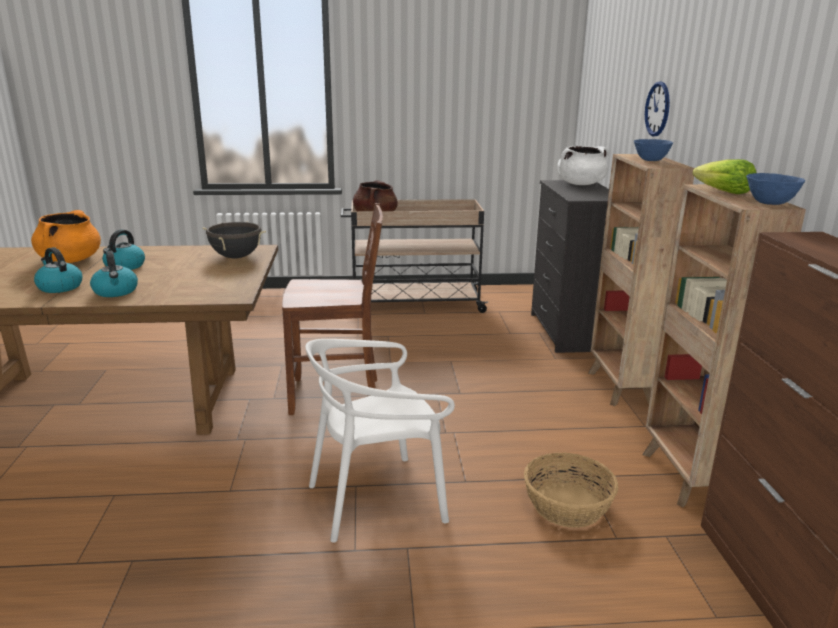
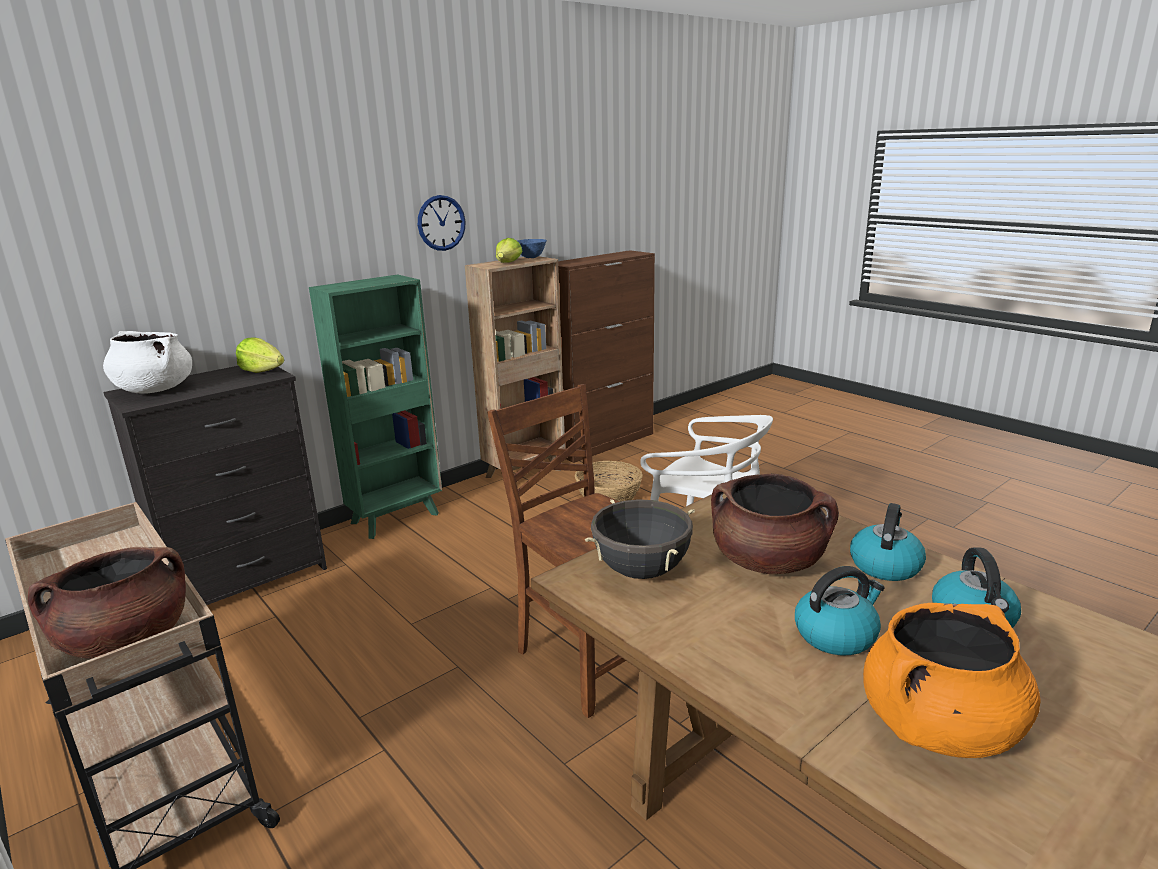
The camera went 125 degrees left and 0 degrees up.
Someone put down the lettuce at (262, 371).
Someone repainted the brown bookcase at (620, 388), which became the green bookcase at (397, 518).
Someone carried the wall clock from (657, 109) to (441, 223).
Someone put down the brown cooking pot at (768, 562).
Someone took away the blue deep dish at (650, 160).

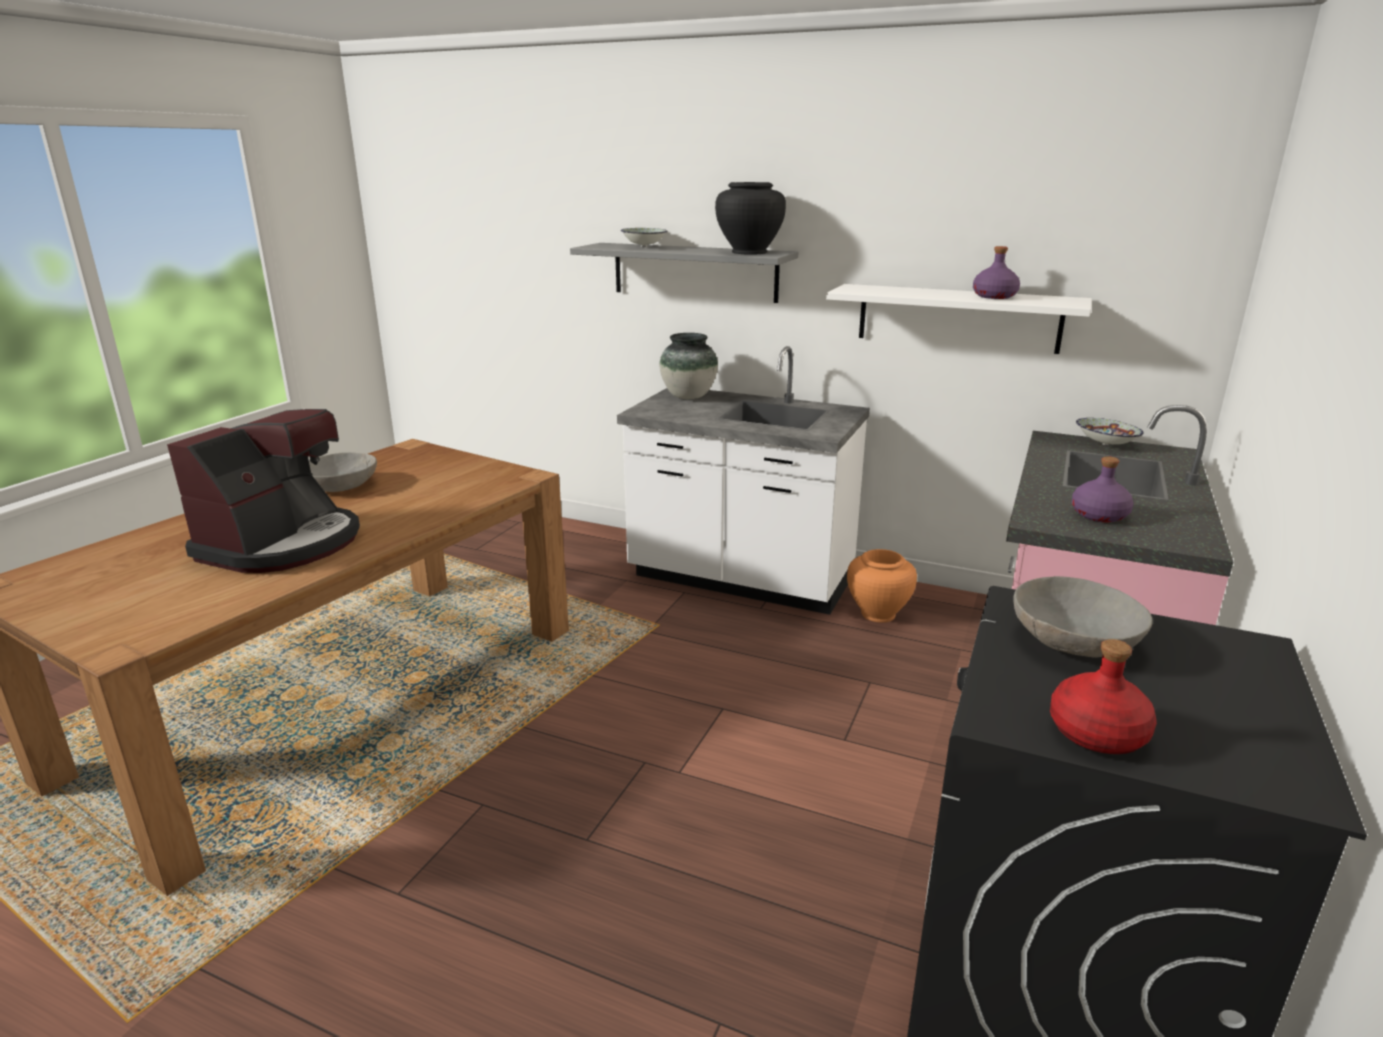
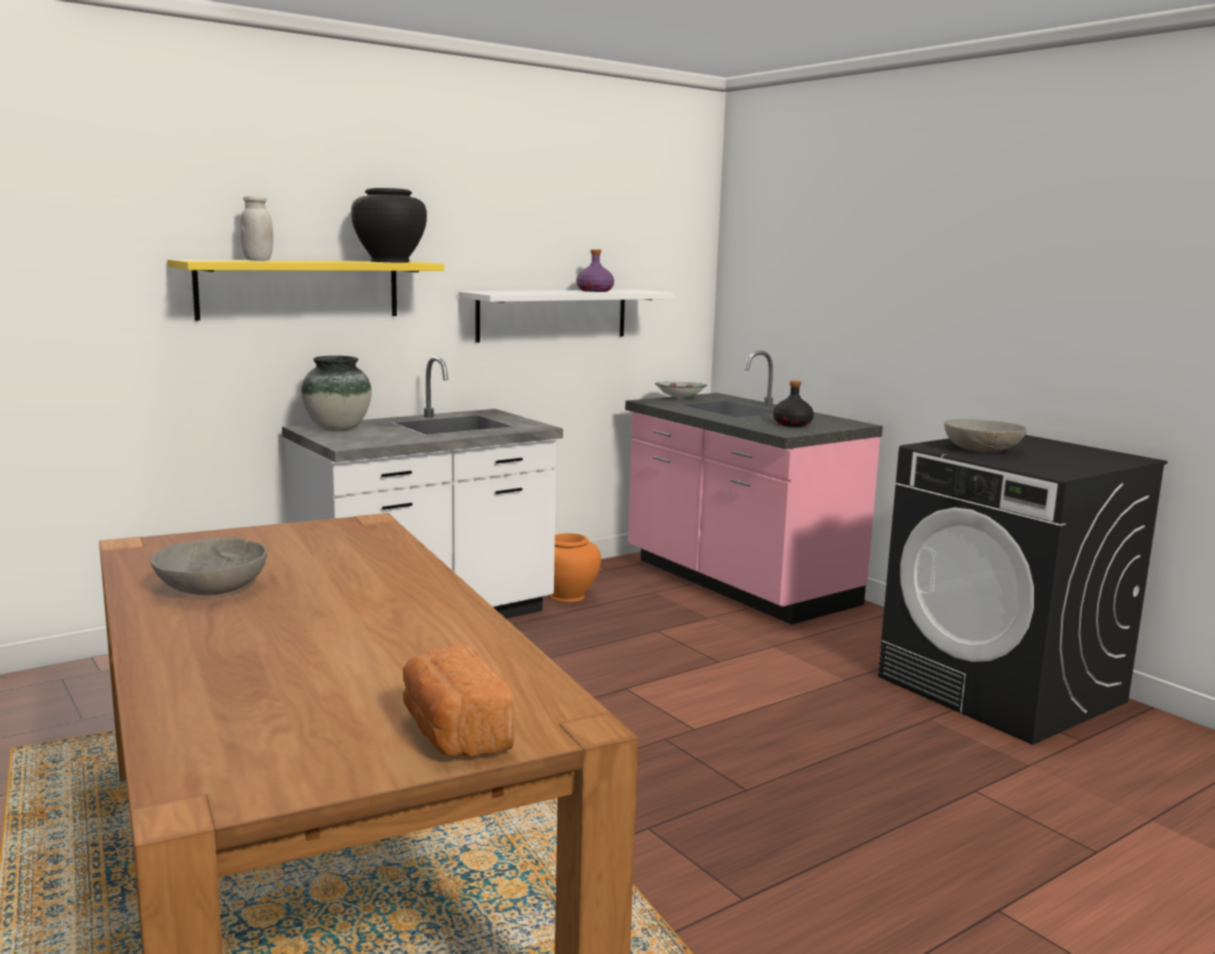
The camera went 60 degrees left and 10 degrees down.
Someone repainted the greyish shelf at (694, 272), which became the yellow-coloured shelf at (300, 289).
Someone swapped the deep dish at (643, 247) for the white-coloured jar at (258, 260).
Someone put down the bakery bread at (453, 733).
Someone repainted the purple bottle at (1098, 515), which became the black-coloured bottle at (792, 424).
Someone took away the coffee machine at (283, 544).
Someone took away the red bottle at (1098, 734).

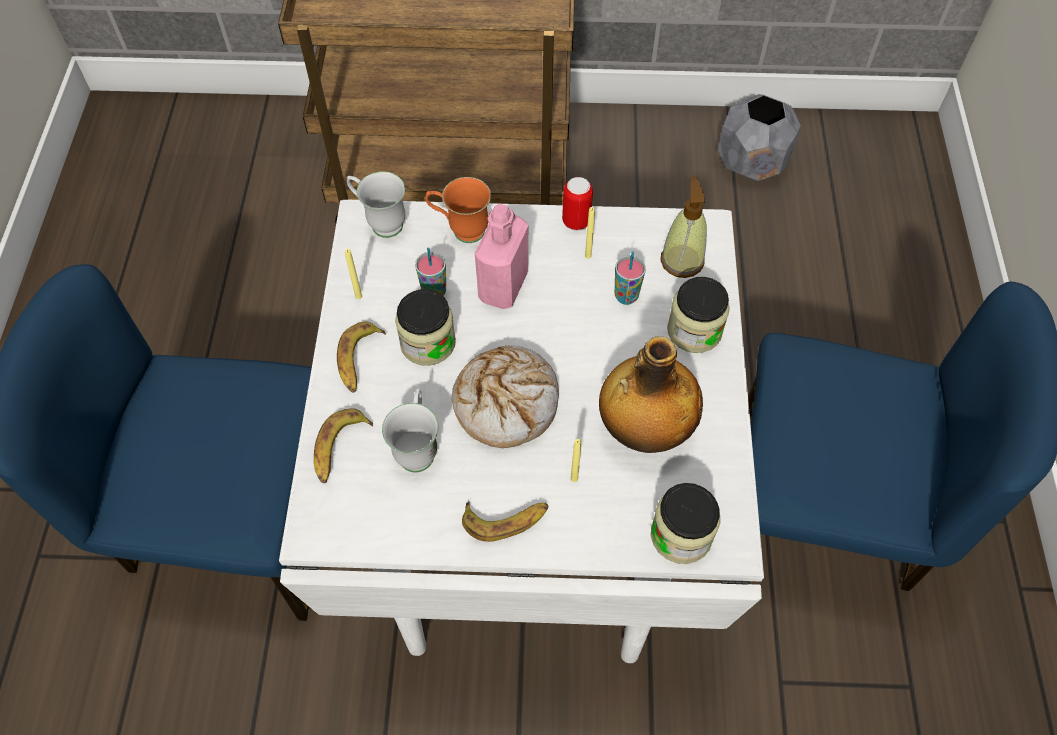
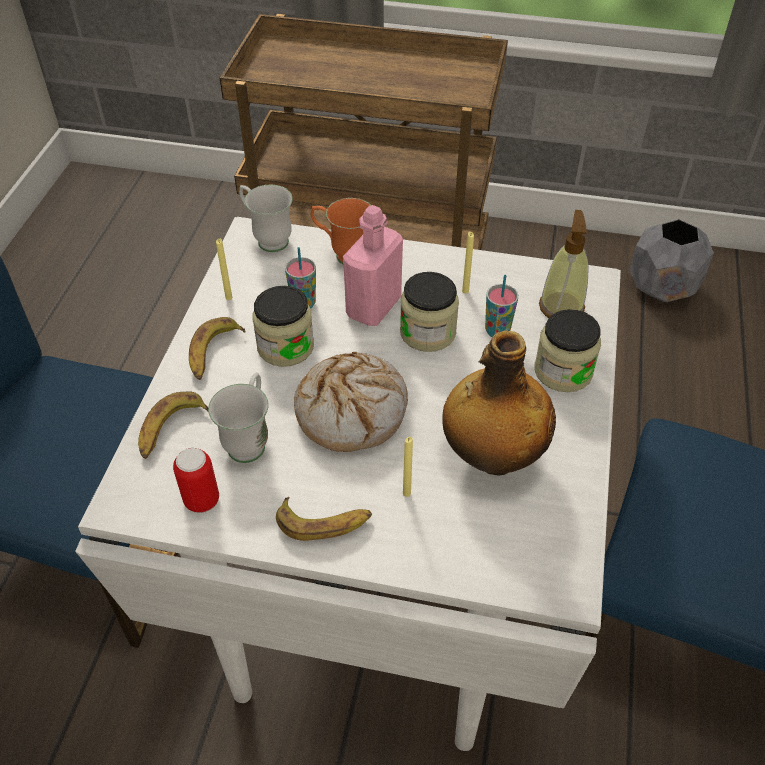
The camera went 10 degrees right and 10 degrees down.
Someone carried the sealed can from (576, 221) to (201, 500).
Someone carried the jar from (681, 535) to (428, 332).

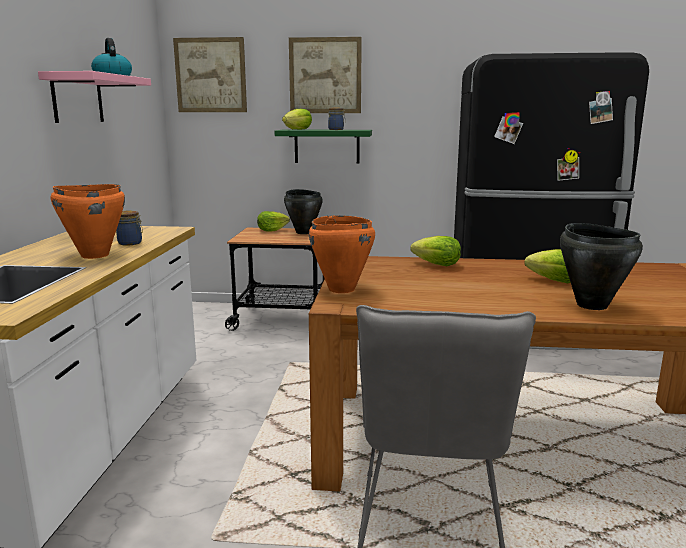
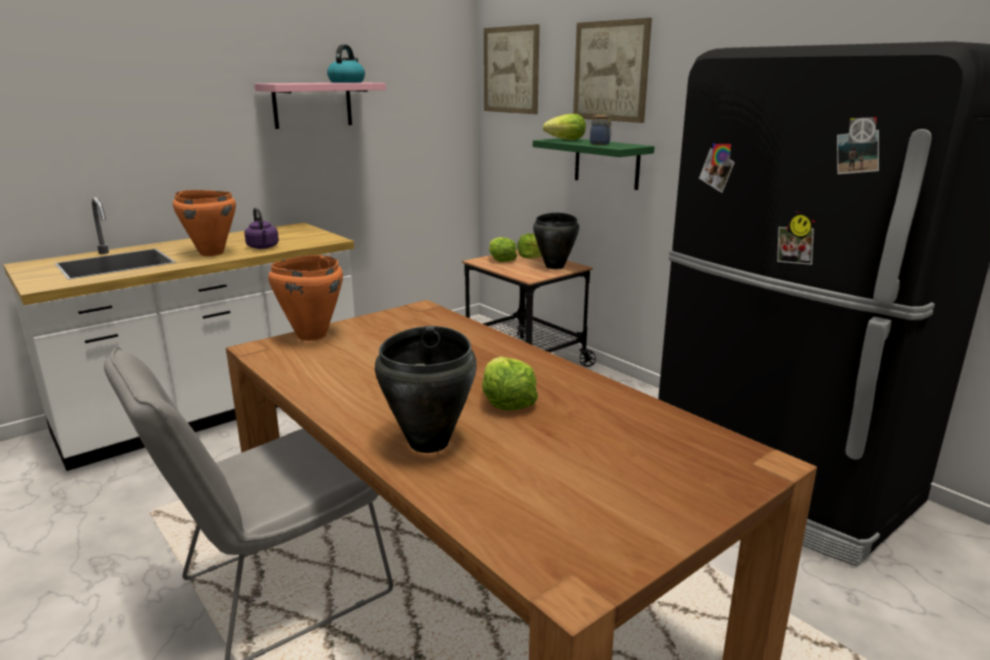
The camera went 45 degrees right and 5 degrees up.
Someone swapped the jar at (131, 243) for the purple water kettle at (263, 247).
Someone carried the lettuce from (437, 264) to (501, 260).

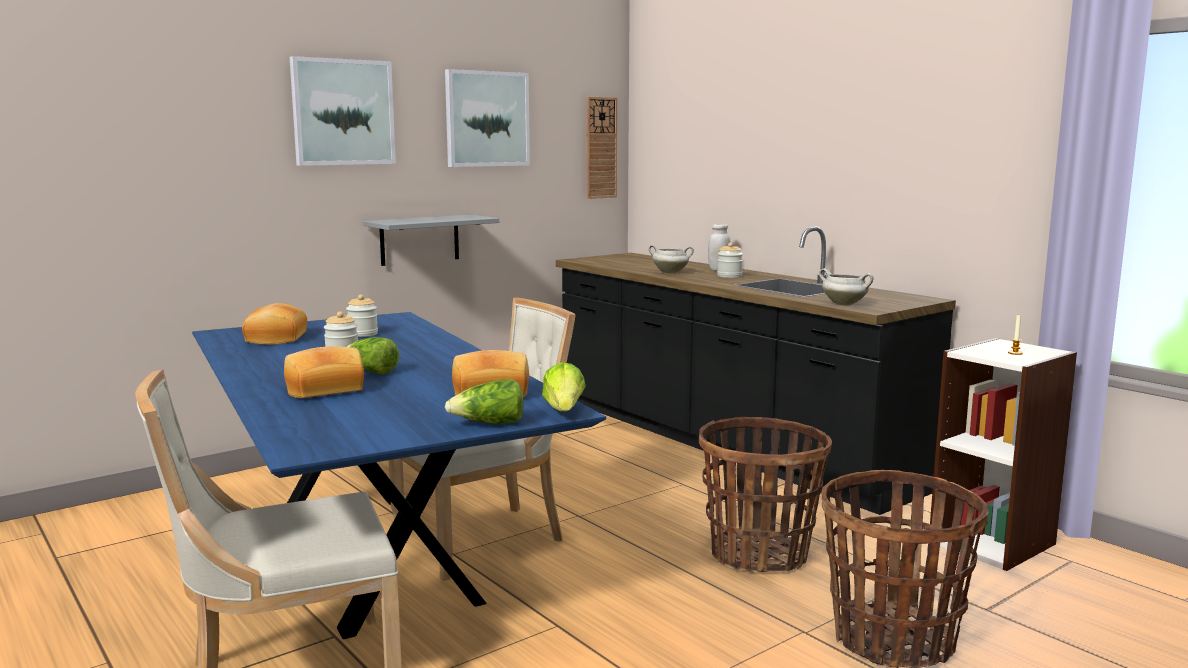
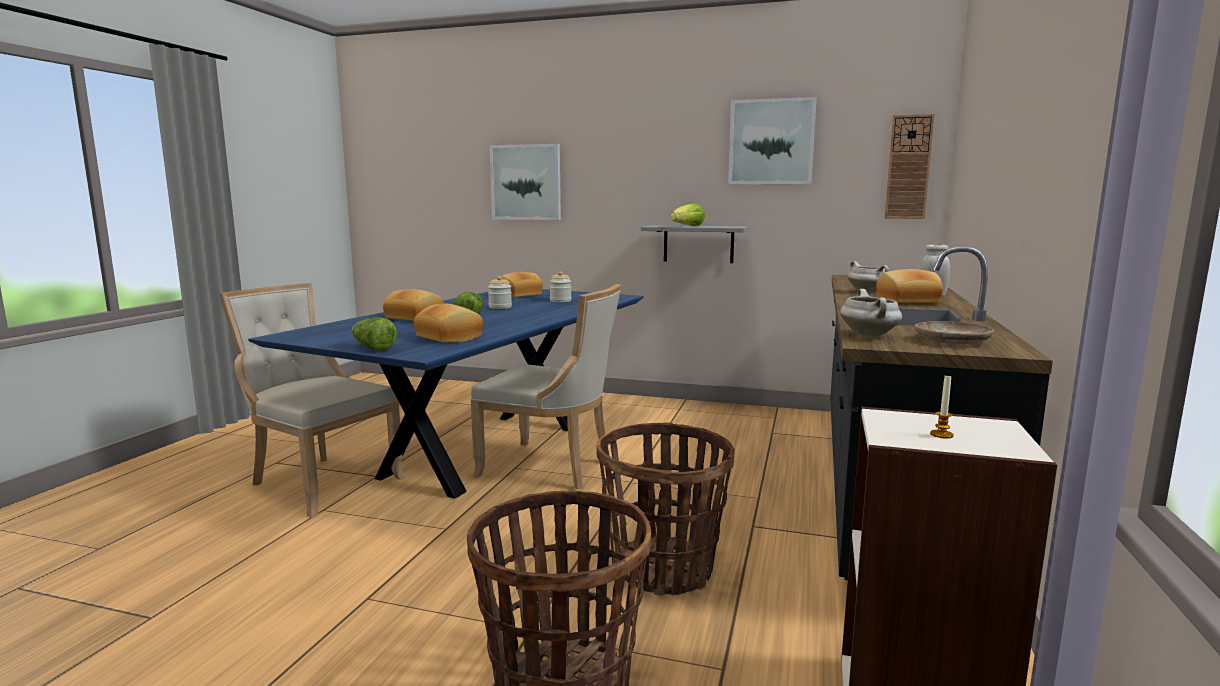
The camera went 55 degrees right and 0 degrees up.
Someone carried the wall picture from (343, 112) to (526, 182).
Someone carried the lettuce from (564, 411) to (688, 226).
Someone swapped the jar at (729, 276) for the bakery bread at (907, 301).
Someone put down the beige-coloured dinner plate at (952, 341).

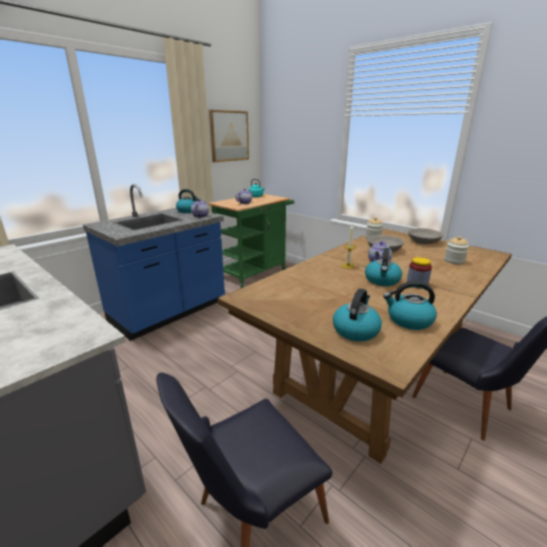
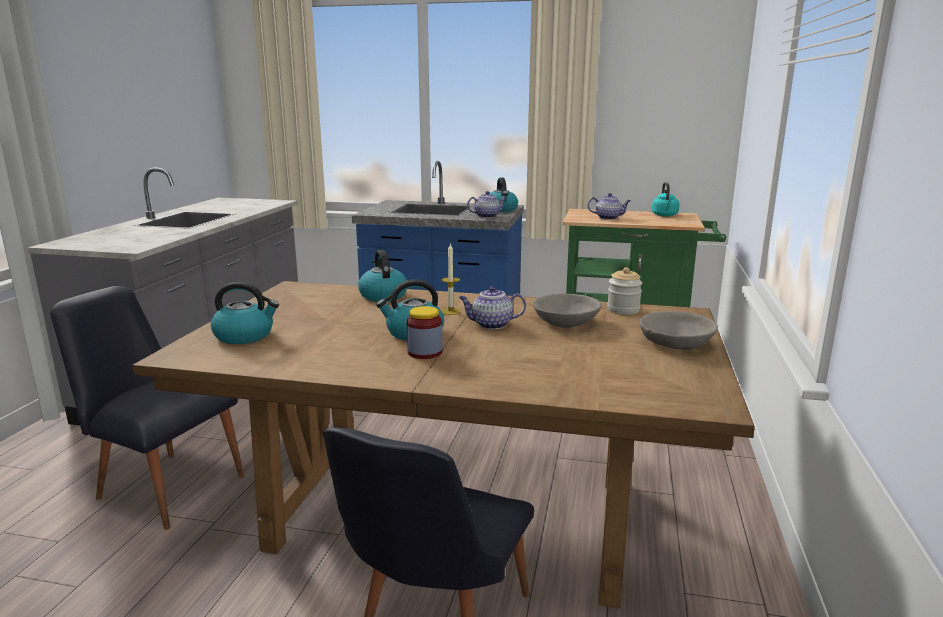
The camera went 60 degrees right and 5 degrees down.
Someone carried the water kettle from (409, 320) to (382, 295).
Someone took away the wall picture at (229, 136).
Someone took away the jar at (454, 261).

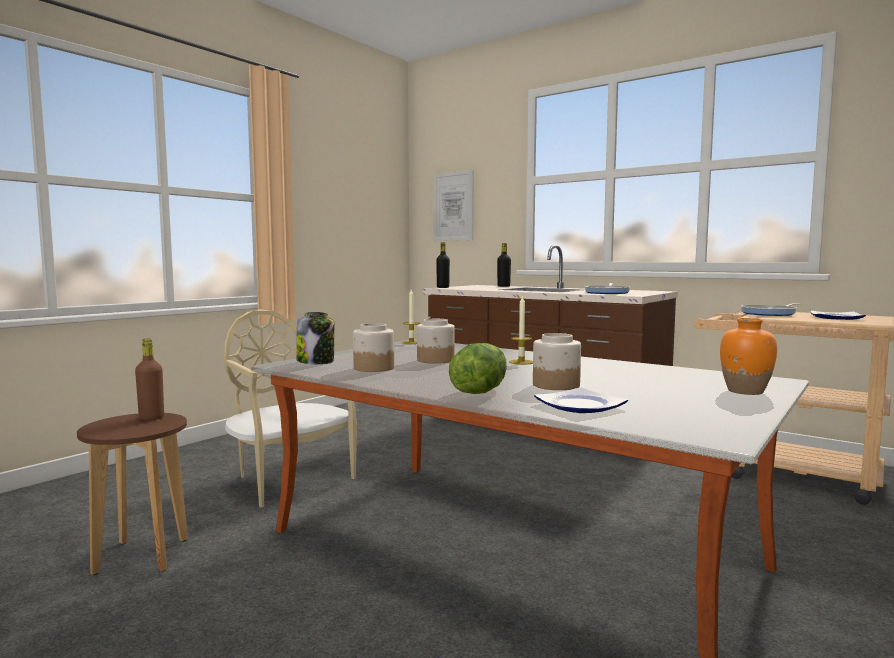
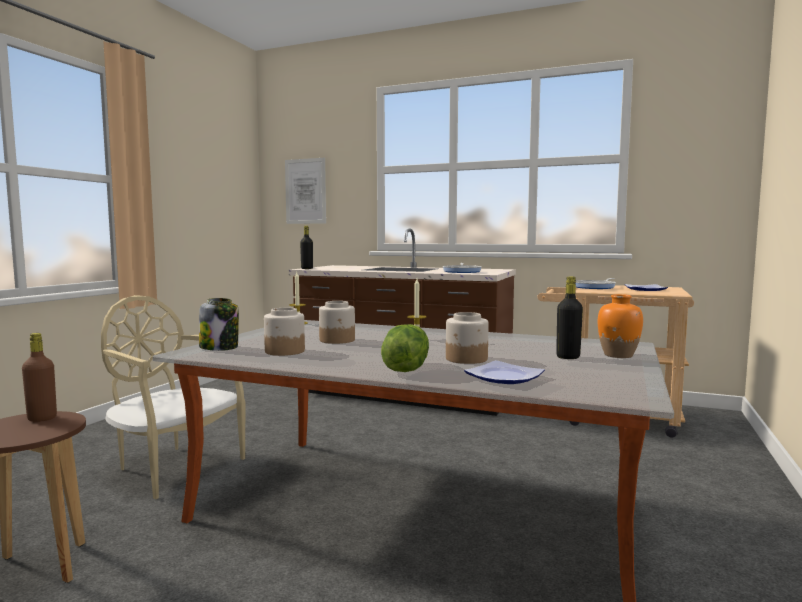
The camera went 15 degrees left and 0 degrees up.
Someone carried the black-coloured bottle from (503, 286) to (568, 357).

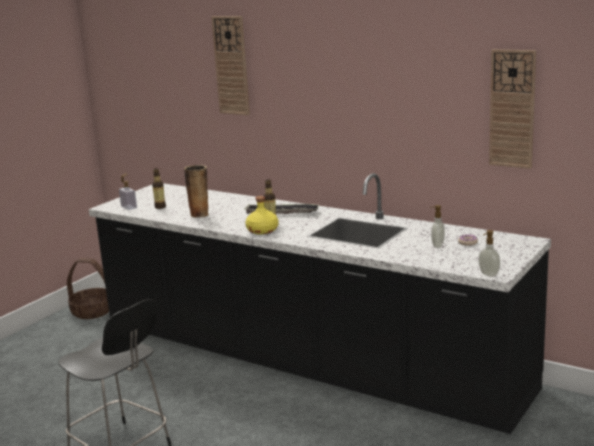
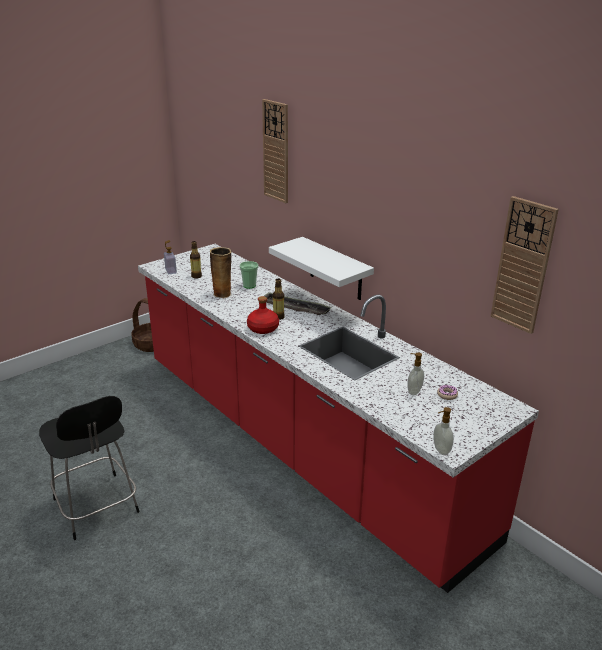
The camera went 15 degrees right and 10 degrees up.
Someone repainted the black-coloured counter at (305, 358), which became the red counter at (299, 443).
Someone put down the small cup at (249, 285).
Someone repainted the yellow-coloured bottle at (262, 231), which became the red bottle at (262, 328).
Someone put up the white-coloured shelf at (335, 269).

